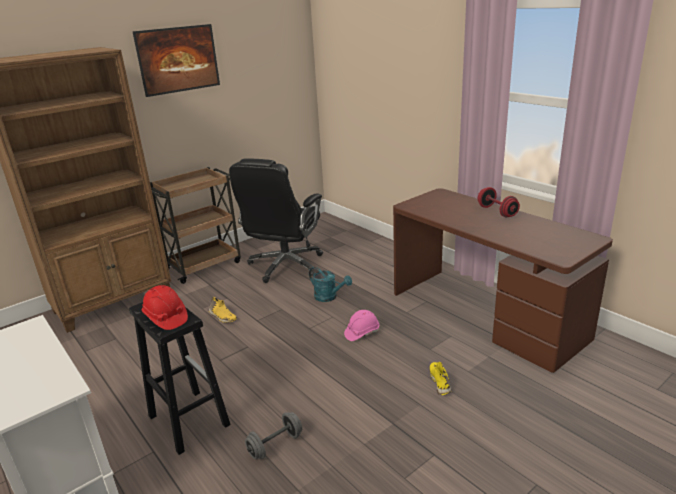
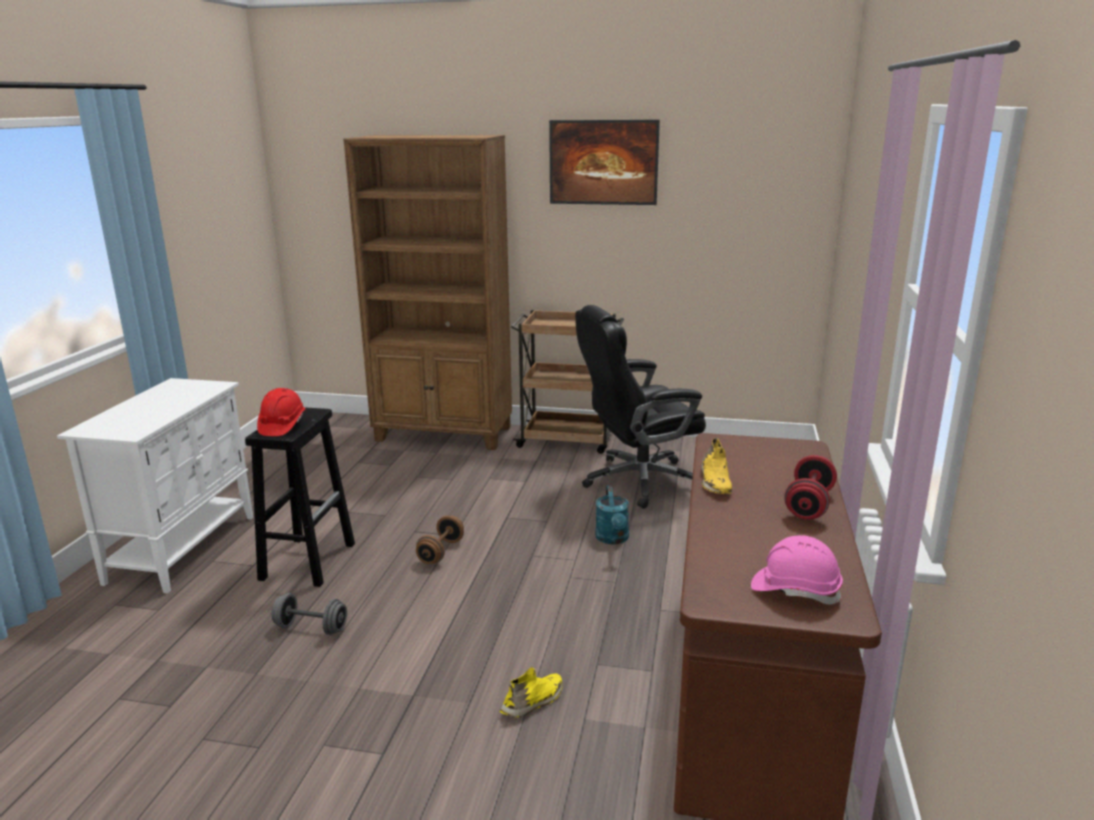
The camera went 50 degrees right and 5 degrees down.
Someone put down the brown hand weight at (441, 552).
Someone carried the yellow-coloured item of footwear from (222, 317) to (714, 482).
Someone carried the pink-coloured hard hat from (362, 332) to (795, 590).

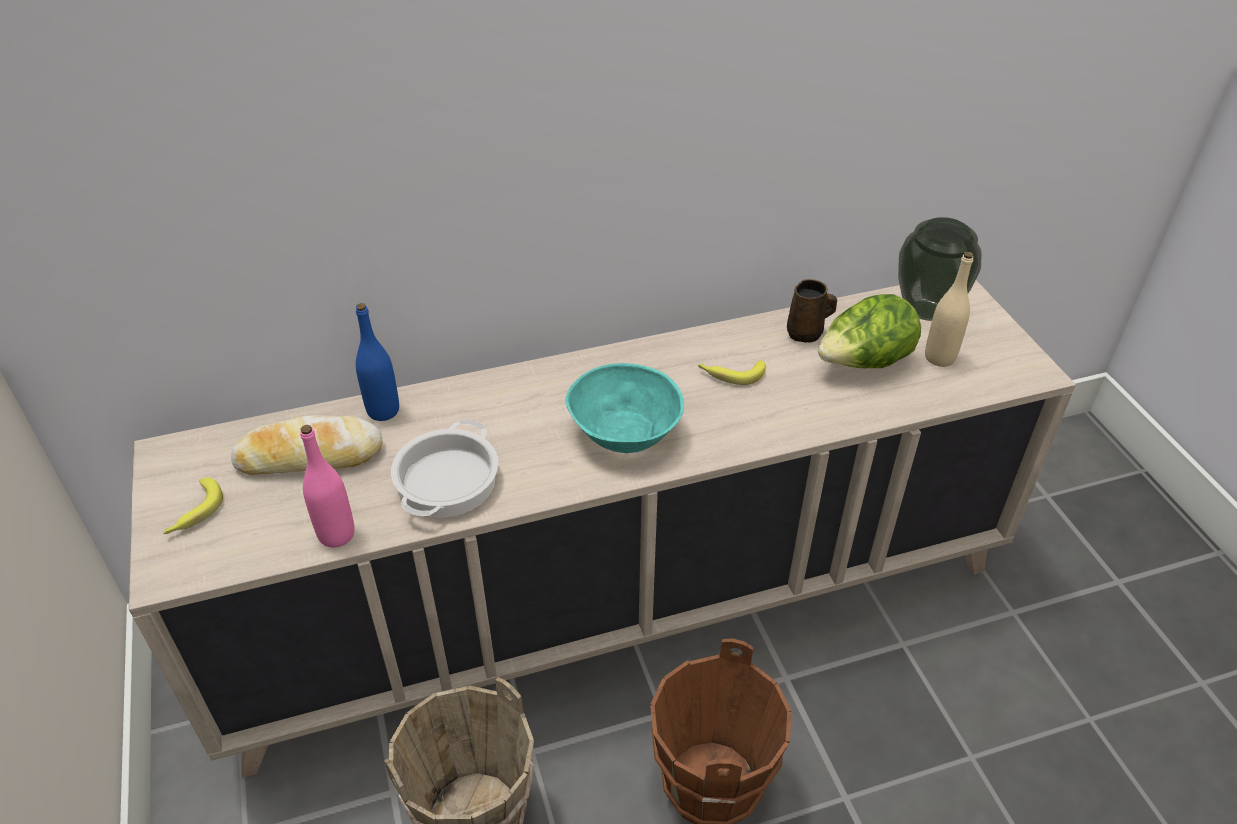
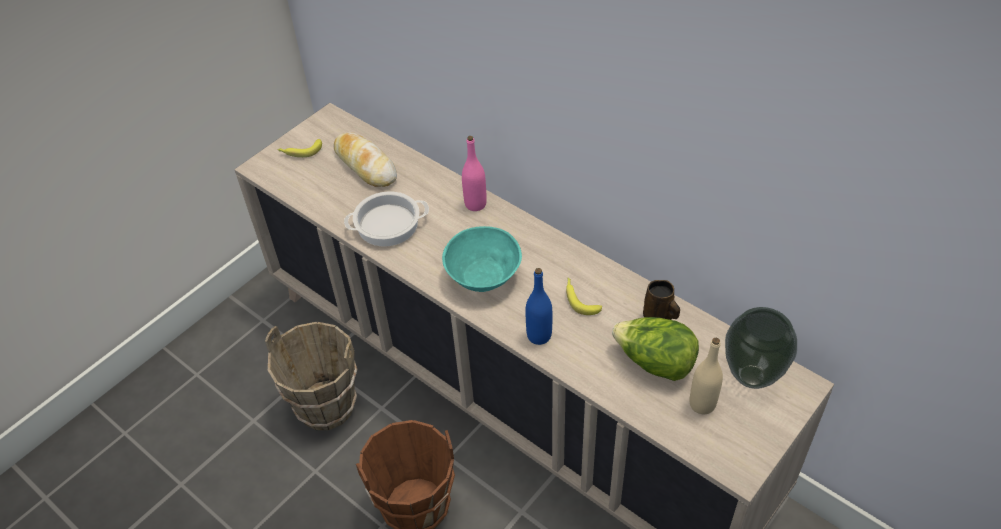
The camera went 60 degrees right and 5 degrees up.
Someone carried the pink-coloured bottle from (336, 534) to (475, 204).
Someone carried the blue bottle from (383, 411) to (539, 335).

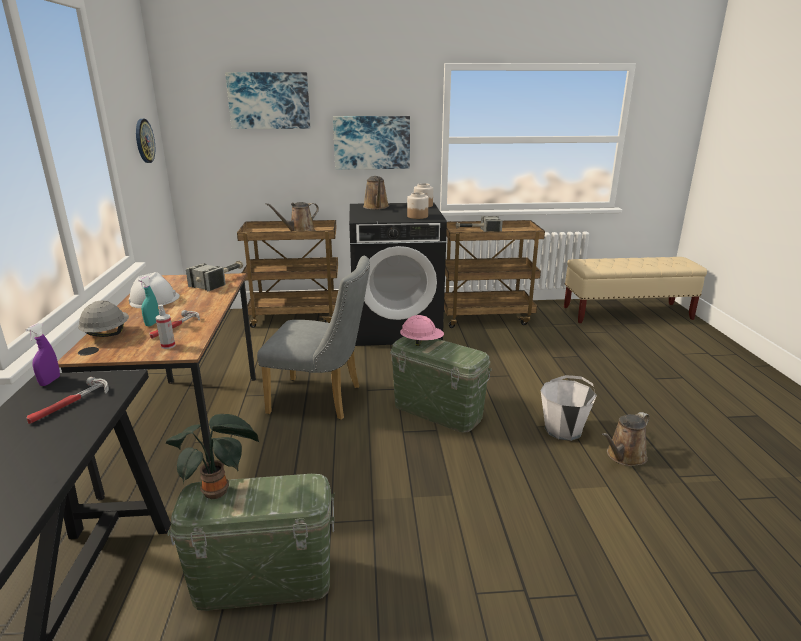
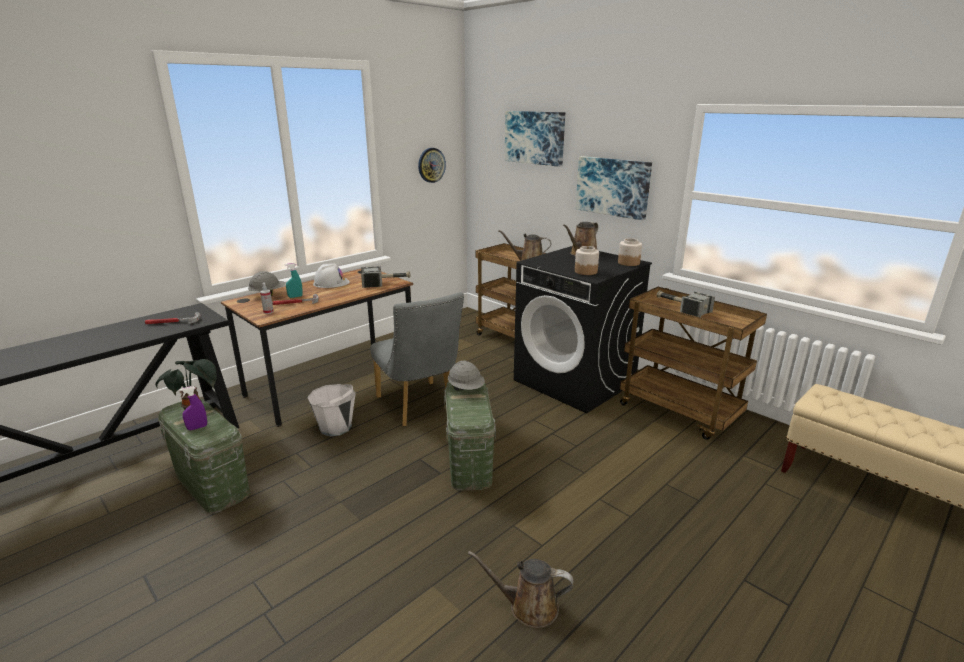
The camera went 50 degrees right and 0 degrees up.
Someone carried the purple spray bottle from (50, 381) to (197, 427).
Someone carried the white-coloured pail from (563, 430) to (335, 427).
Someone repainted the pink-coloured hard hat at (421, 343), which became the greyish hard hat at (466, 389).

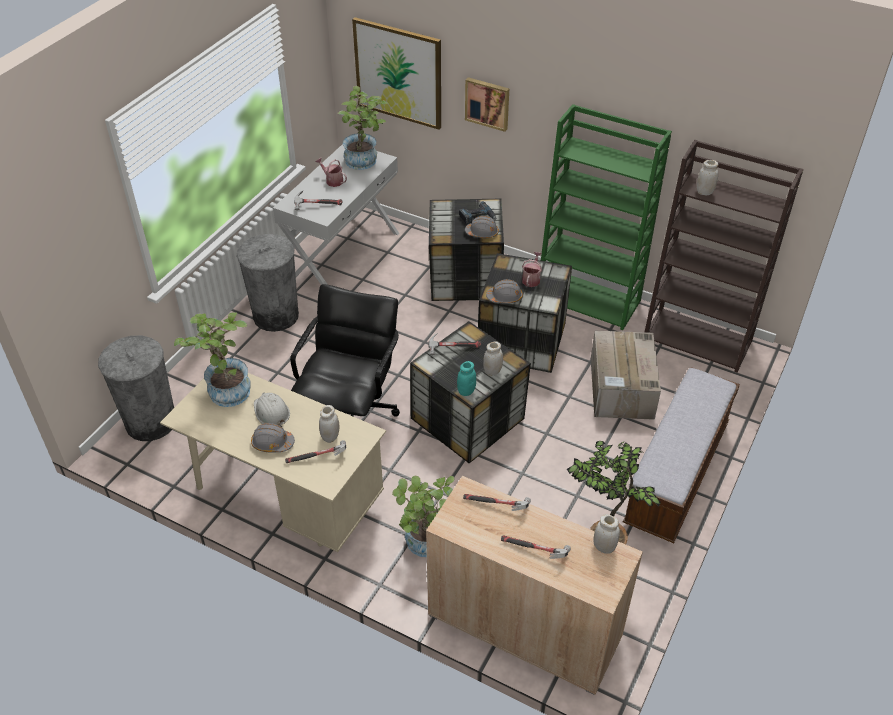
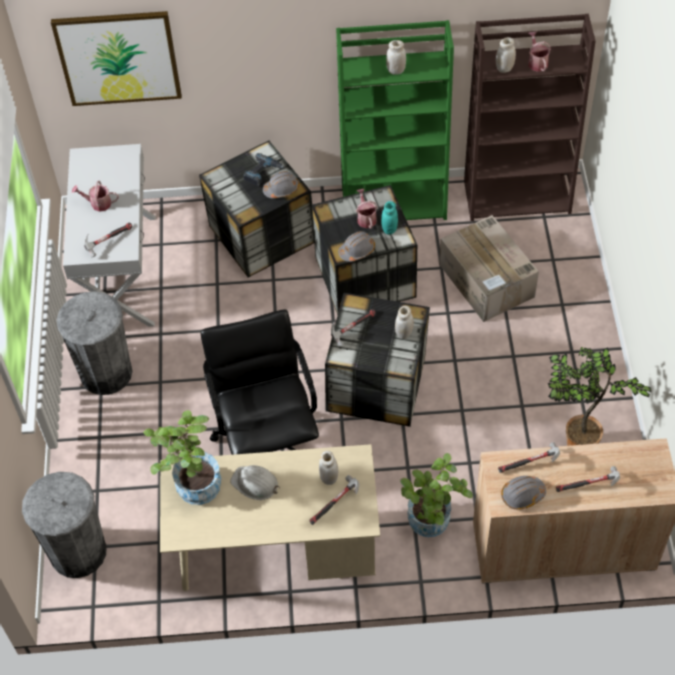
The camera went 30 degrees left and 10 degrees up.
Someone carried the blue-green jar from (466, 391) to (389, 229).
Someone carried the white-coloured jar from (604, 547) to (396, 70).
Someone carried the greyish hard hat from (272, 443) to (522, 495).
Someone put down the sprinkling can at (537, 62).
Someone took away the potted plant at (365, 162).
Someone took away the wall picture at (487, 103).
Someone took away the bench at (676, 474).

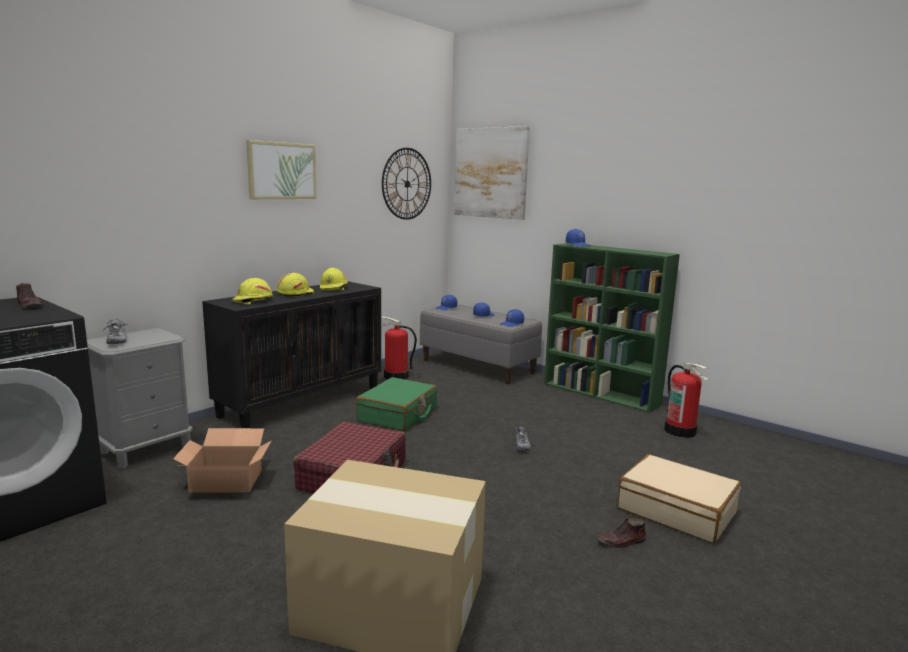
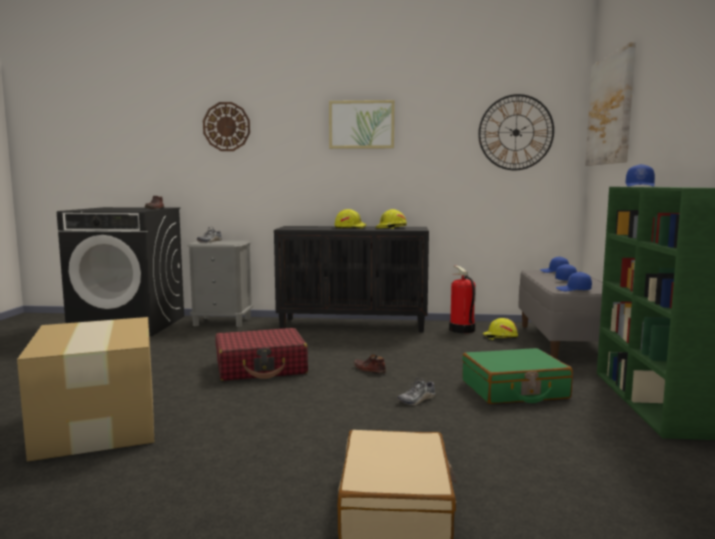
The camera went 55 degrees right and 5 degrees down.
Someone put up the wall clock at (226, 126).
Someone carried the brown item of footwear from (621, 541) to (369, 370).
Someone carried the green piece of luggage from (398, 414) to (514, 390).
Someone carried the yellow-coloured hard hat from (252, 301) to (500, 337).
Someone took away the carton at (225, 480).
Someone took away the fire extinguisher at (680, 431).

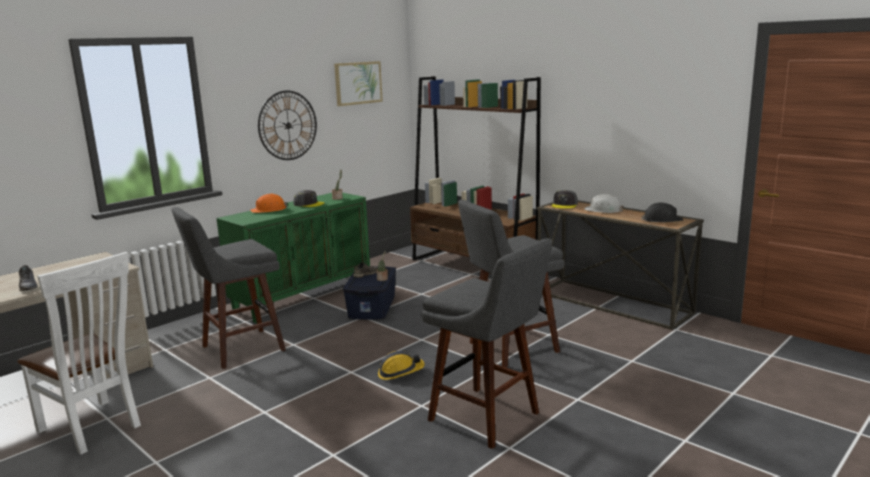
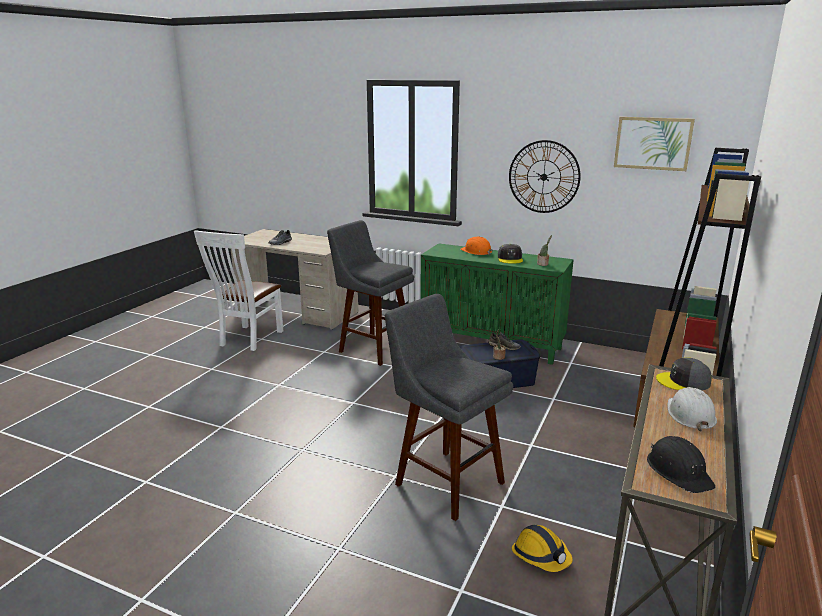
The camera went 70 degrees right and 5 degrees up.
Someone carried the hard hat from (400, 372) to (541, 556).
Someone took away the greyish stool seat at (488, 418).

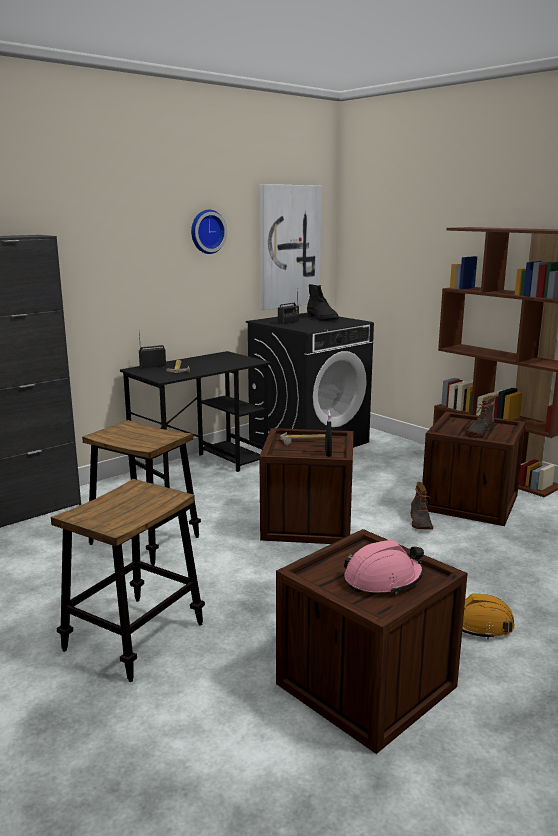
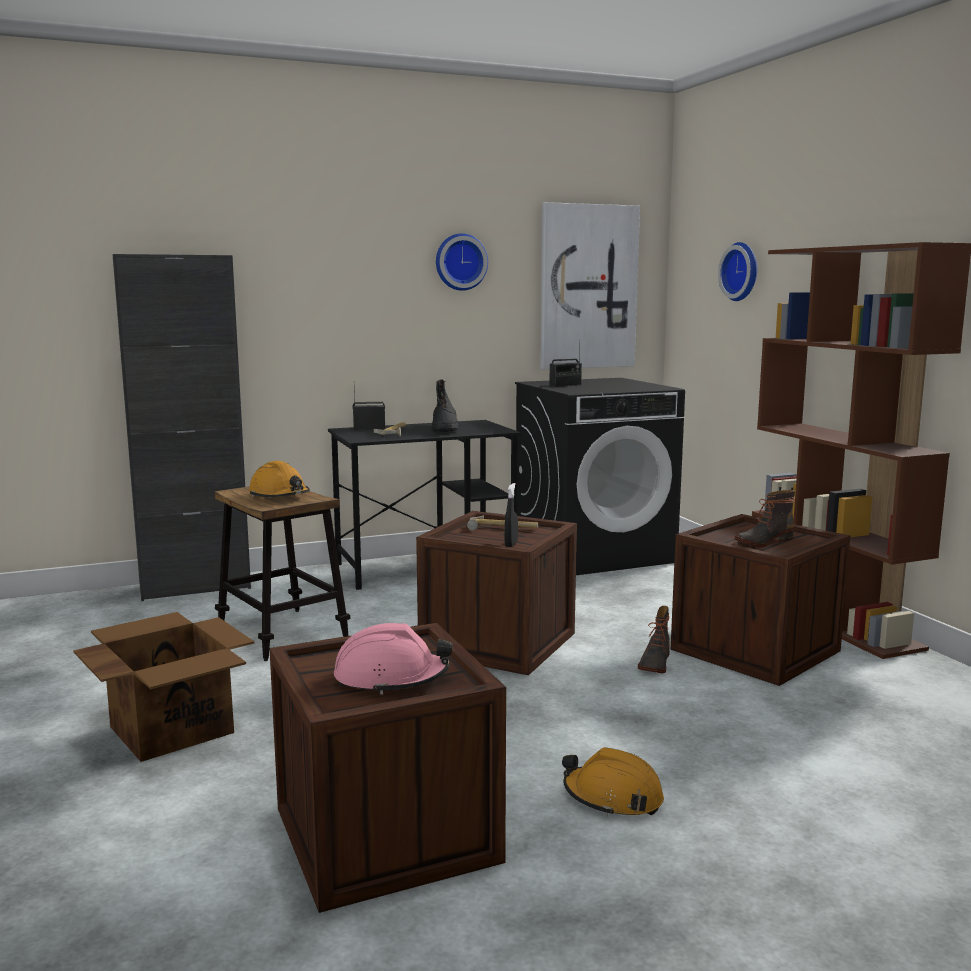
The camera went 20 degrees right and 5 degrees down.
Someone swapped the stool seat at (134, 637) for the carton at (171, 729).
Someone put down the orange hard hat at (279, 496).
Someone carried the black-coloured tall boot from (322, 318) to (445, 429).
Someone put up the wall clock at (742, 271).

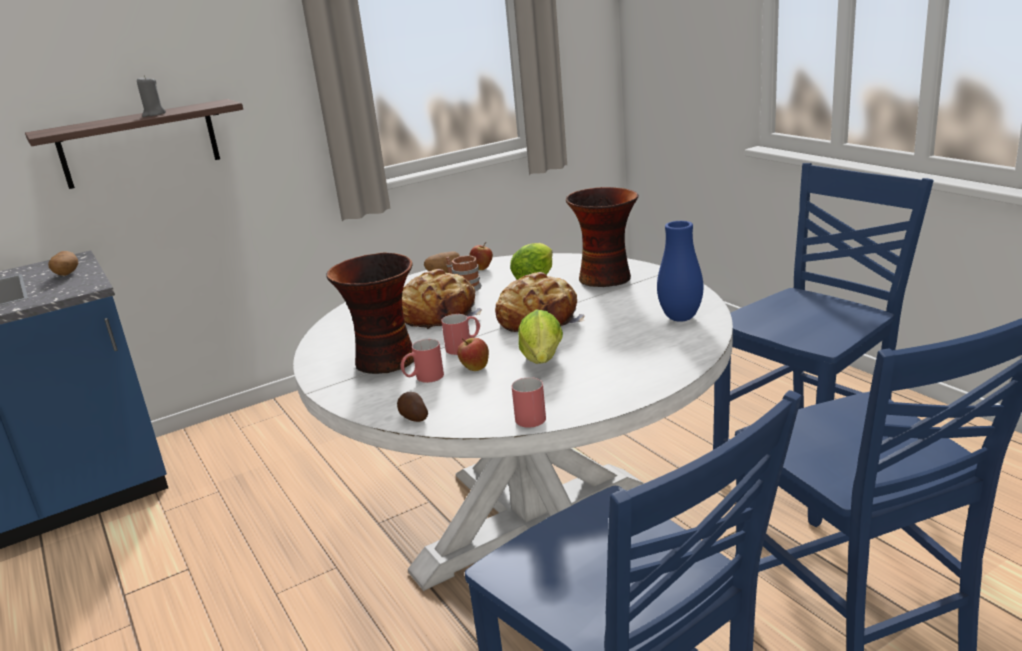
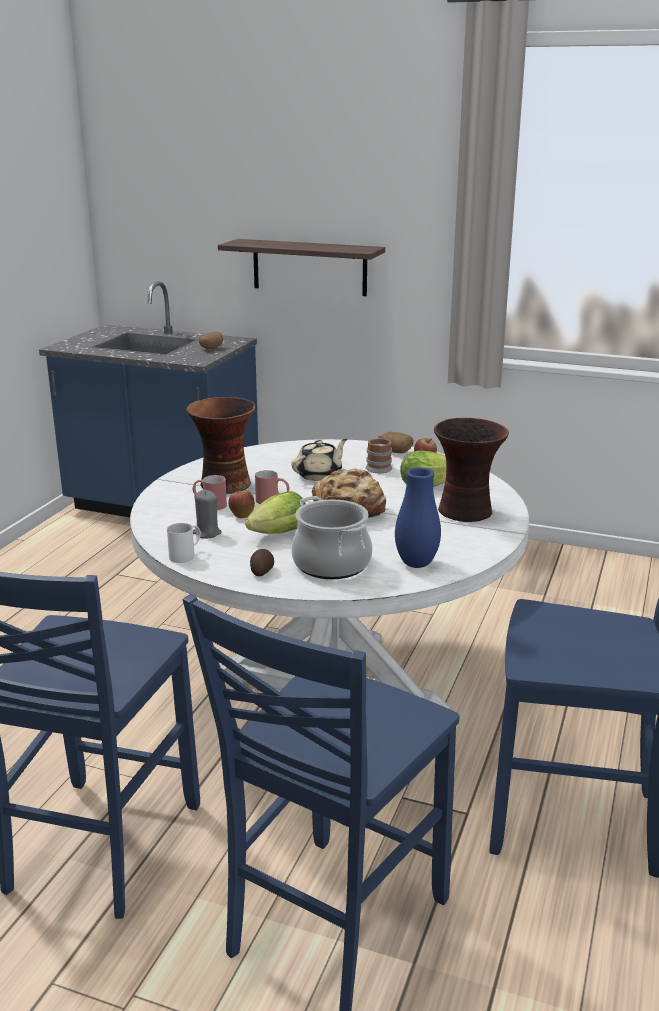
The camera went 50 degrees right and 0 degrees up.
Someone repainted the red coffee mug at (528, 416), which became the white-coloured coffee mug at (186, 555).
Someone carried the greyish wax light from (154, 114) to (207, 533).
Someone carried the spud from (413, 417) to (261, 571).
Someone swapped the bakery bread at (439, 314) for the beige-coloured tea pot at (319, 475).
Someone put down the cooking pot at (331, 564).

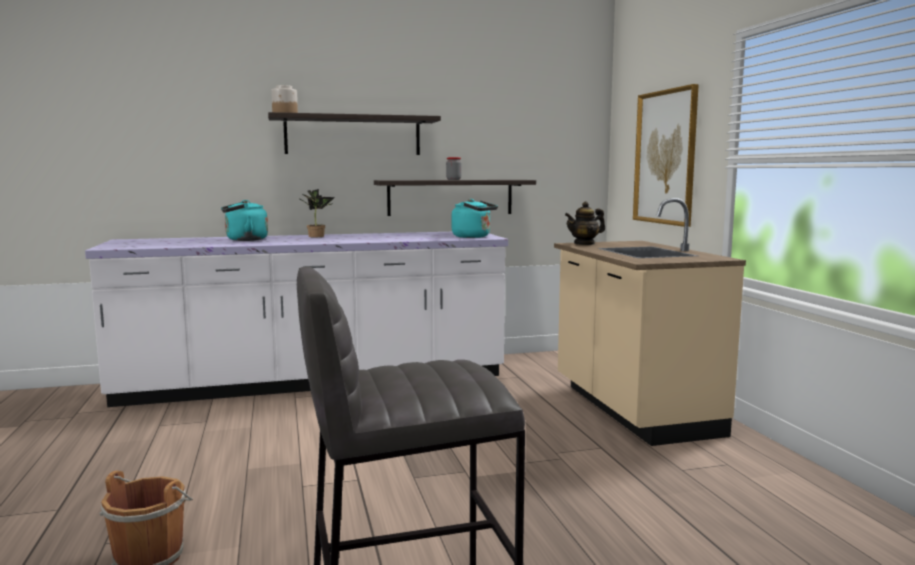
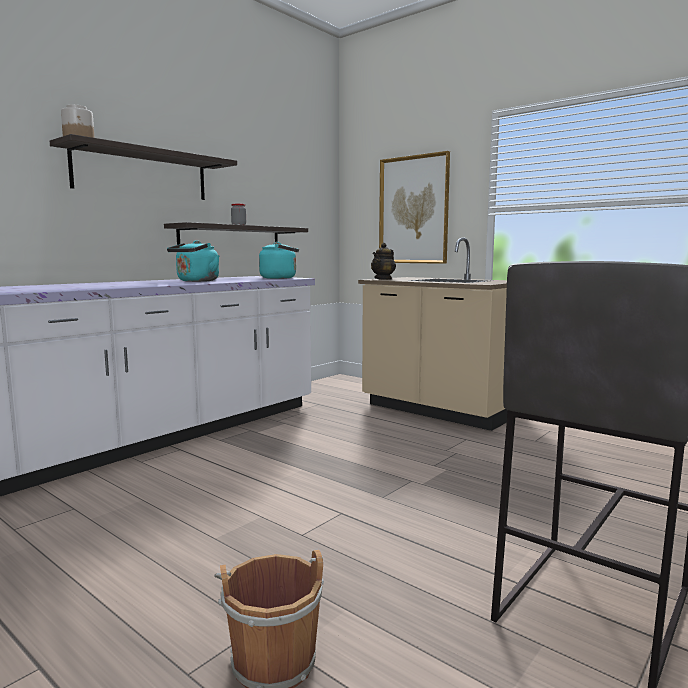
The camera went 35 degrees left and 0 degrees up.
Someone carried the blue-green water kettle from (244, 240) to (196, 281).
Someone took away the potted plant at (317, 236).

